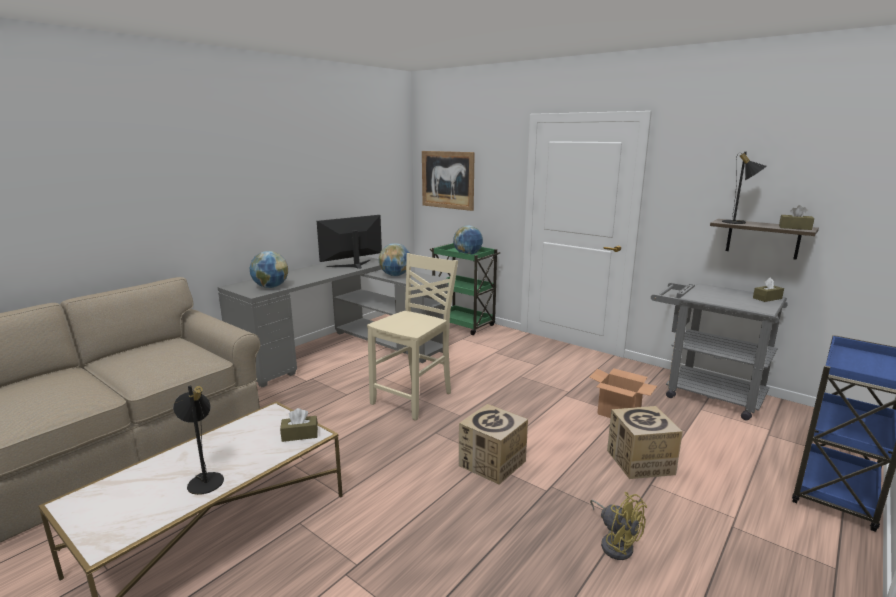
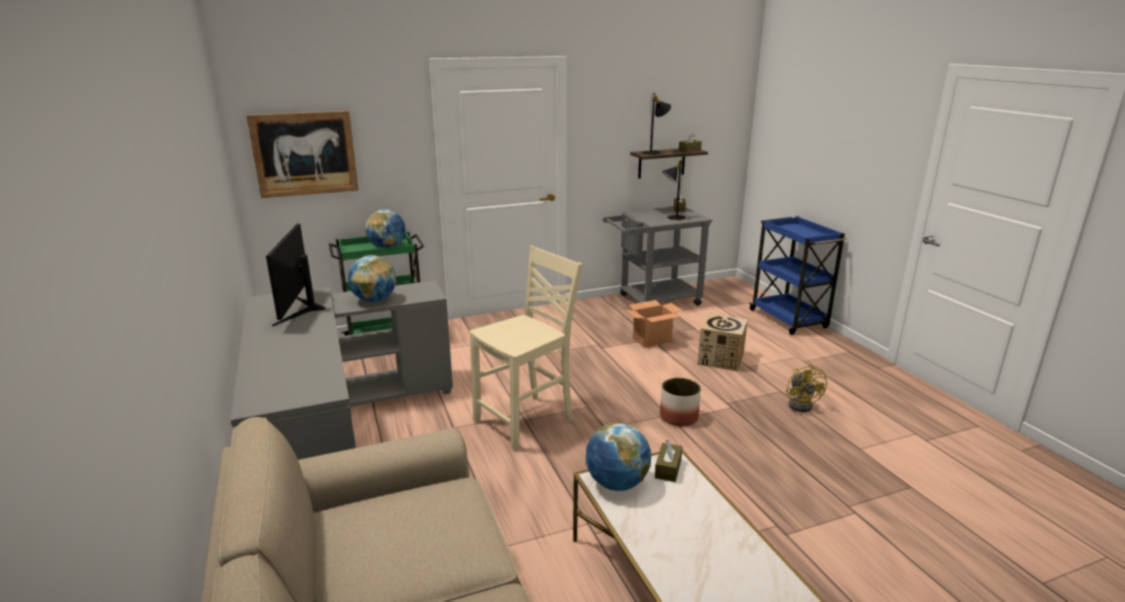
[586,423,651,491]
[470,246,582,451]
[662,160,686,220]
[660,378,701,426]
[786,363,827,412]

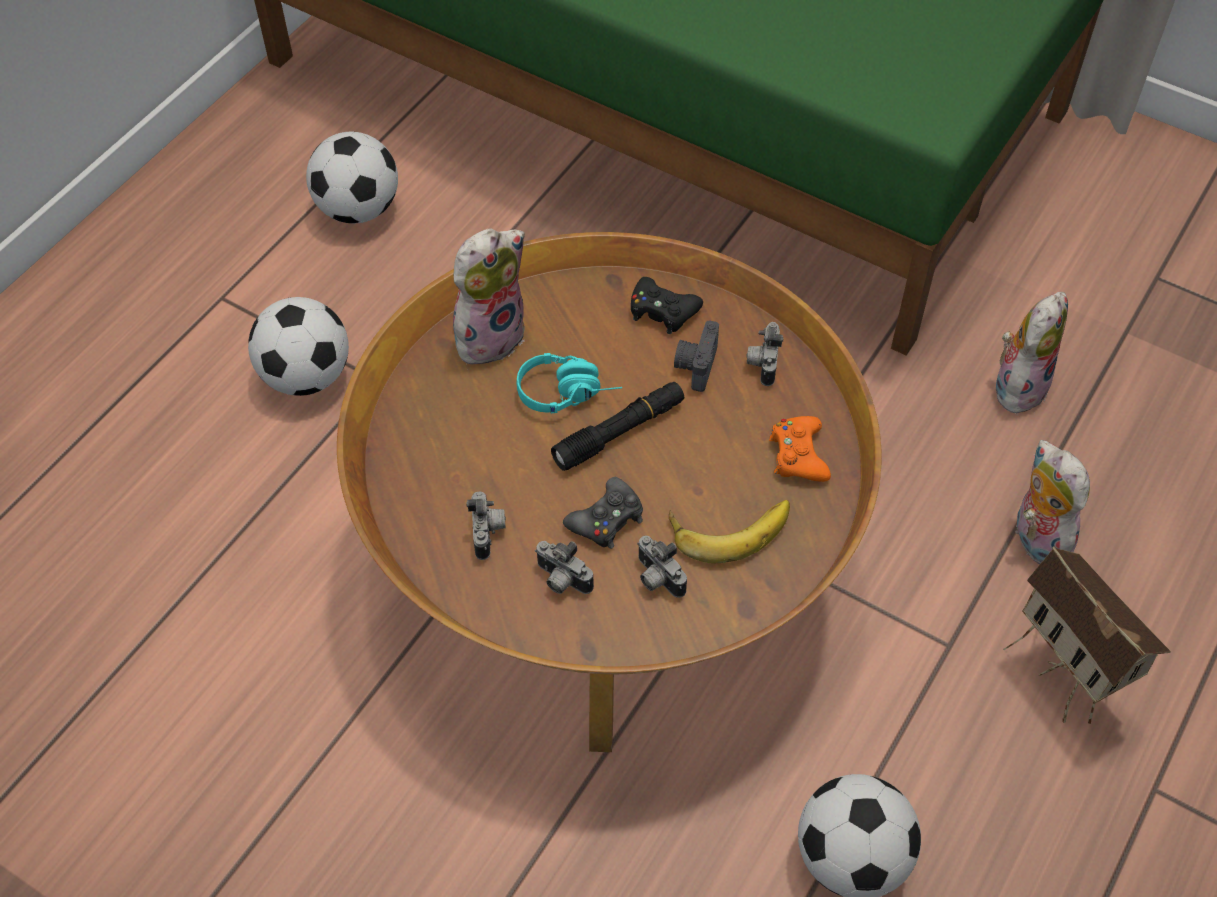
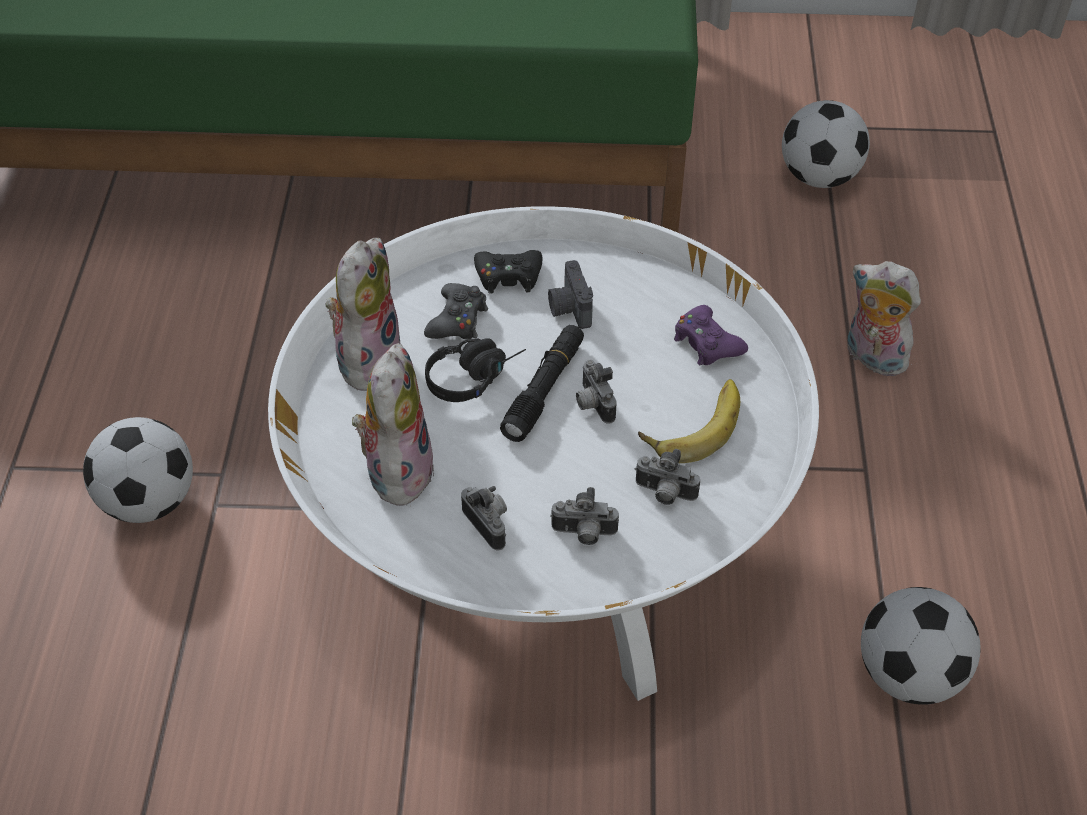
[782,100,870,188]
[268,206,819,701]
[352,343,434,506]
[576,359,617,424]
[425,338,526,402]
[674,305,748,365]
[424,283,488,340]
[1003,546,1171,724] (first image)

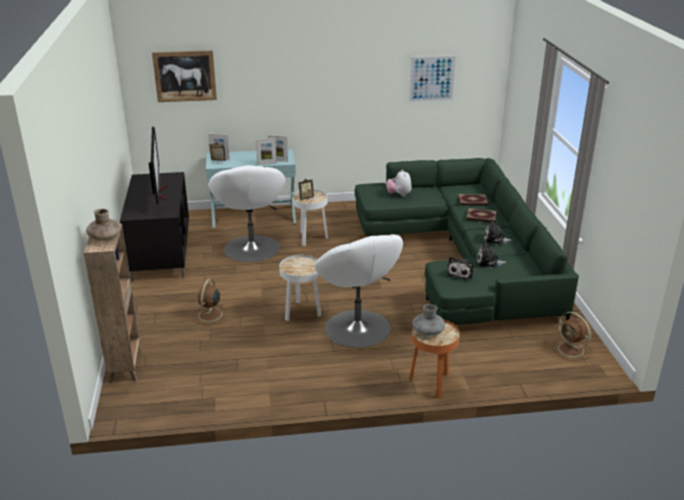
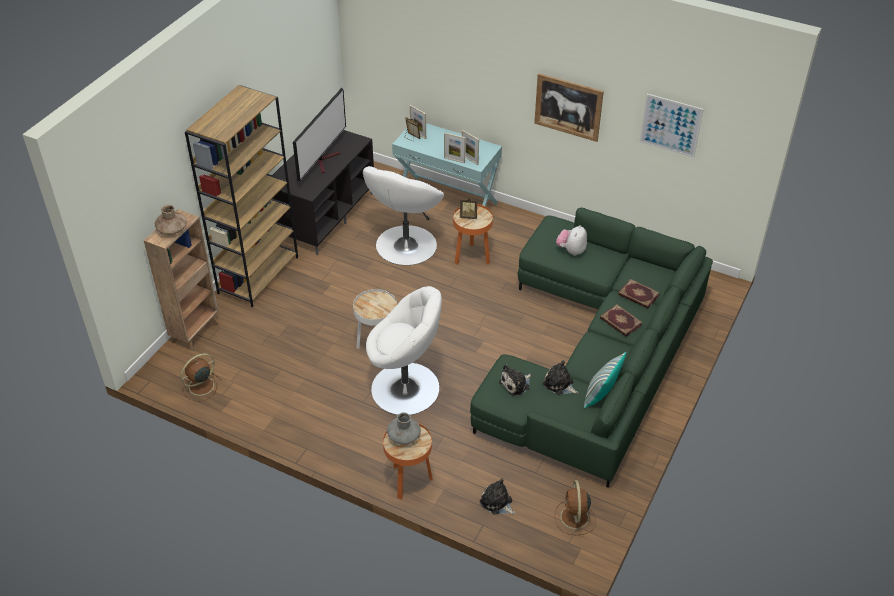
[534,73,604,142]
[453,204,493,265]
[480,478,515,514]
[366,286,442,415]
[181,353,222,402]
[185,85,298,307]
[584,352,626,408]

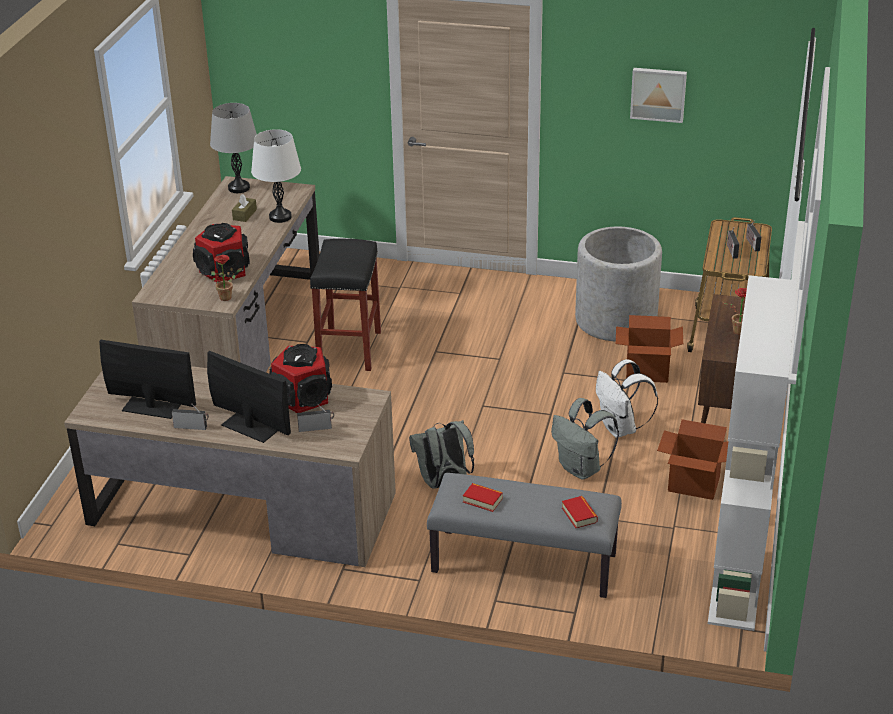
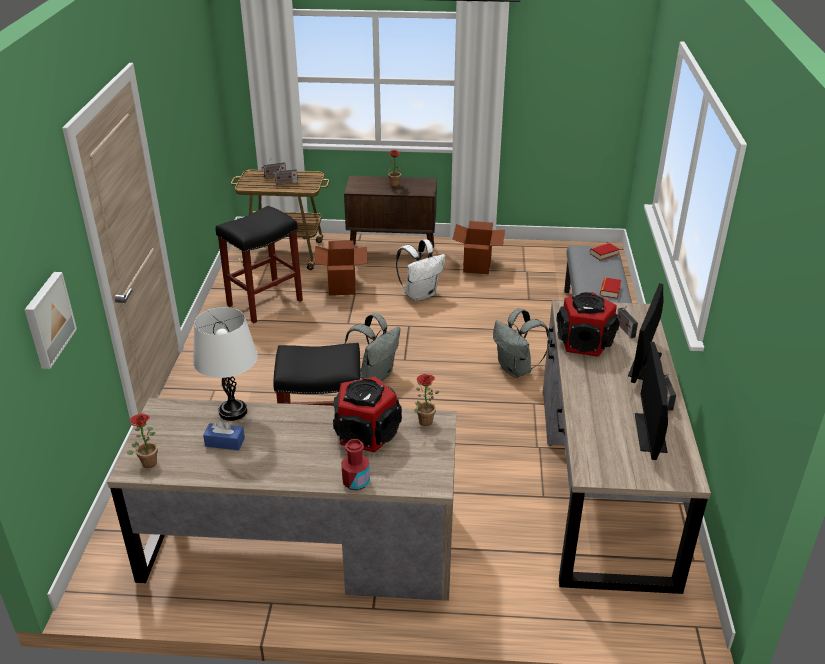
[24,272,77,369]
[127,413,158,468]
[203,420,245,450]
[216,206,303,323]
[708,275,797,631] (first image)
[345,313,400,381]
[341,439,370,490]

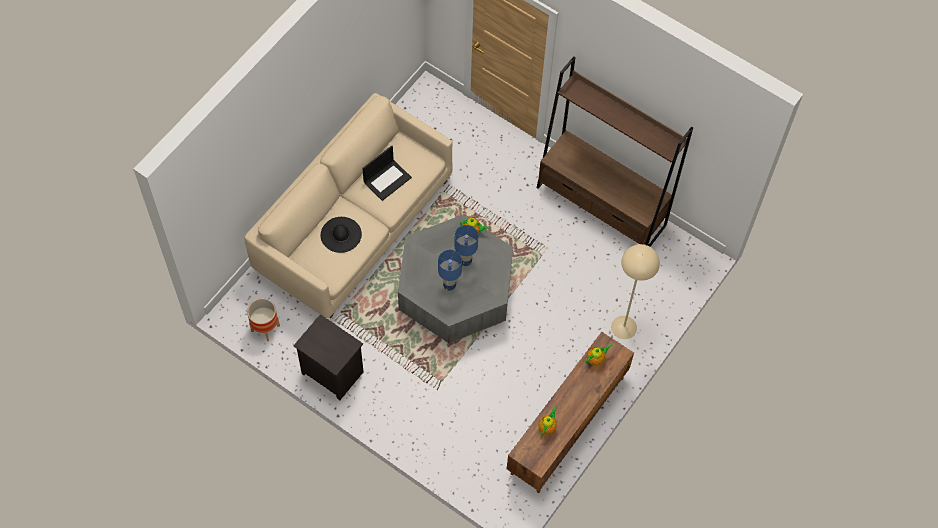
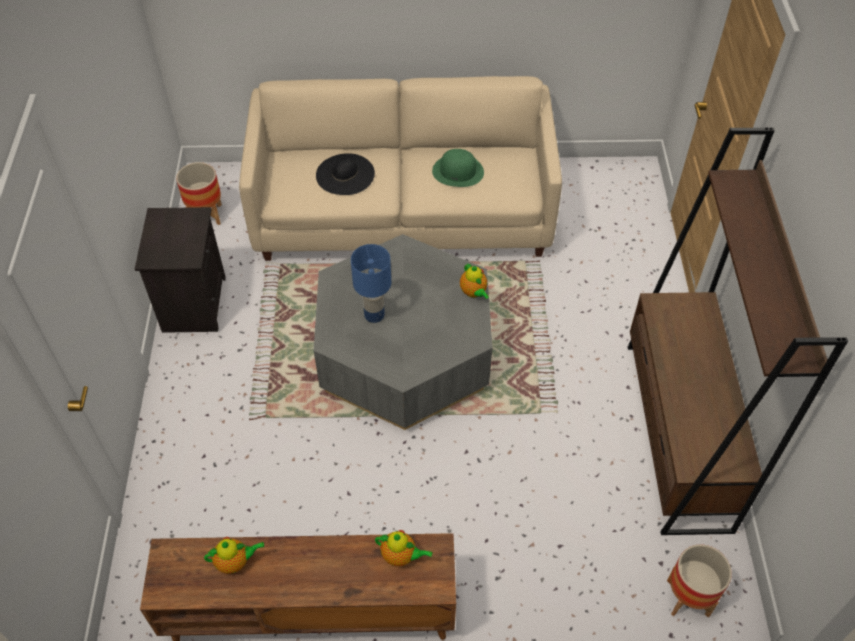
[432,149,484,187]
[454,225,478,266] (first image)
[611,244,660,339] (first image)
[667,545,732,618]

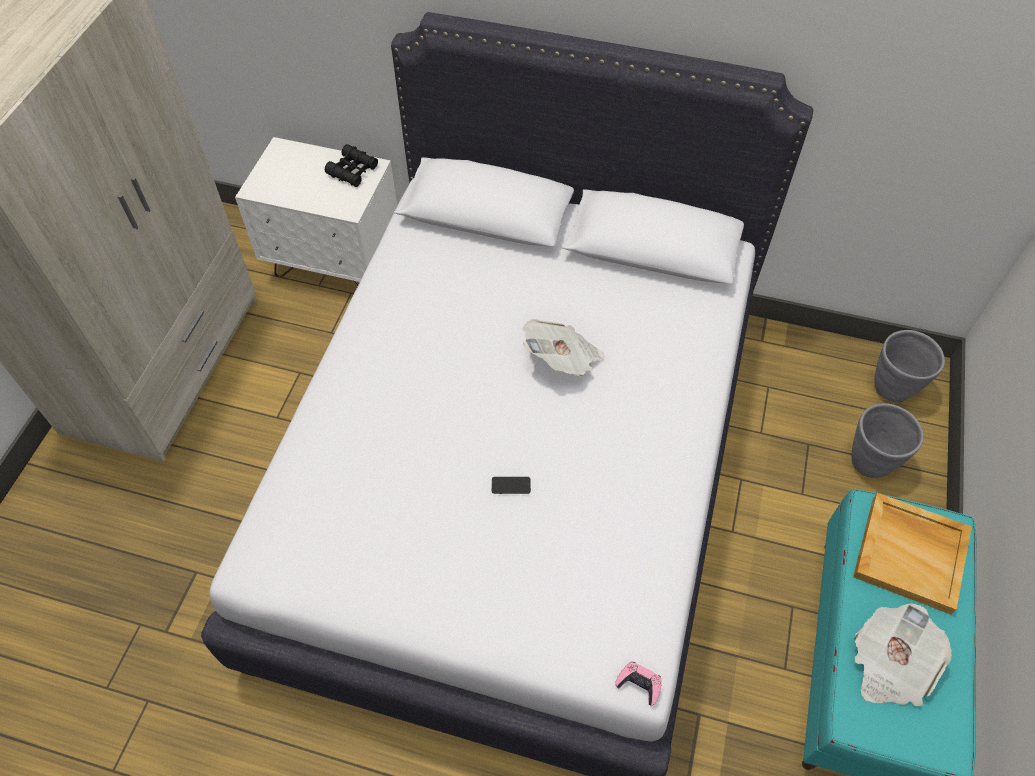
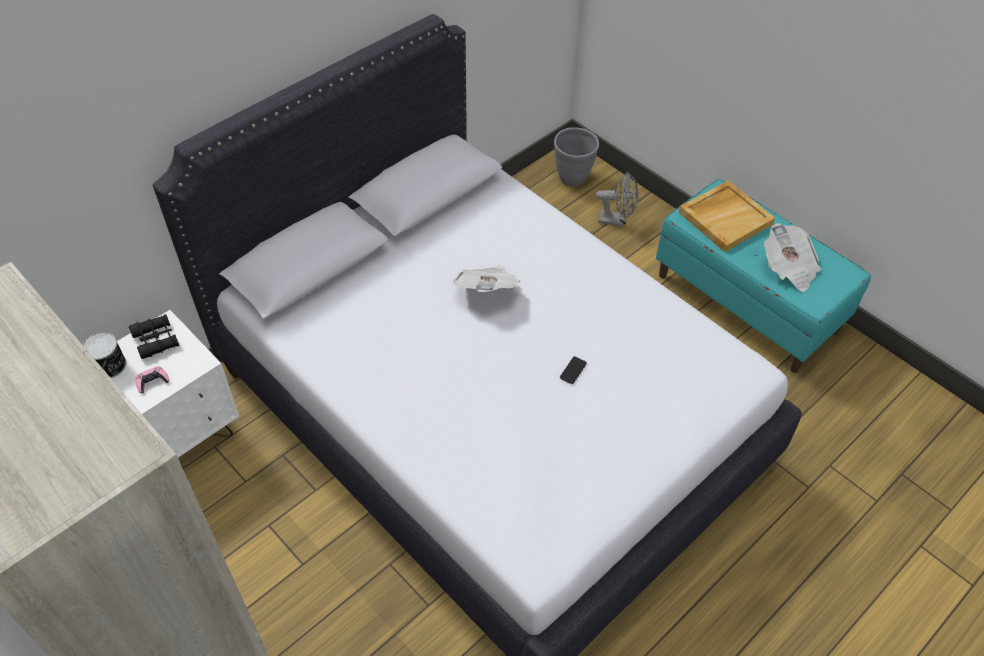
[596,172,638,227]
[135,366,169,393]
[83,332,126,378]

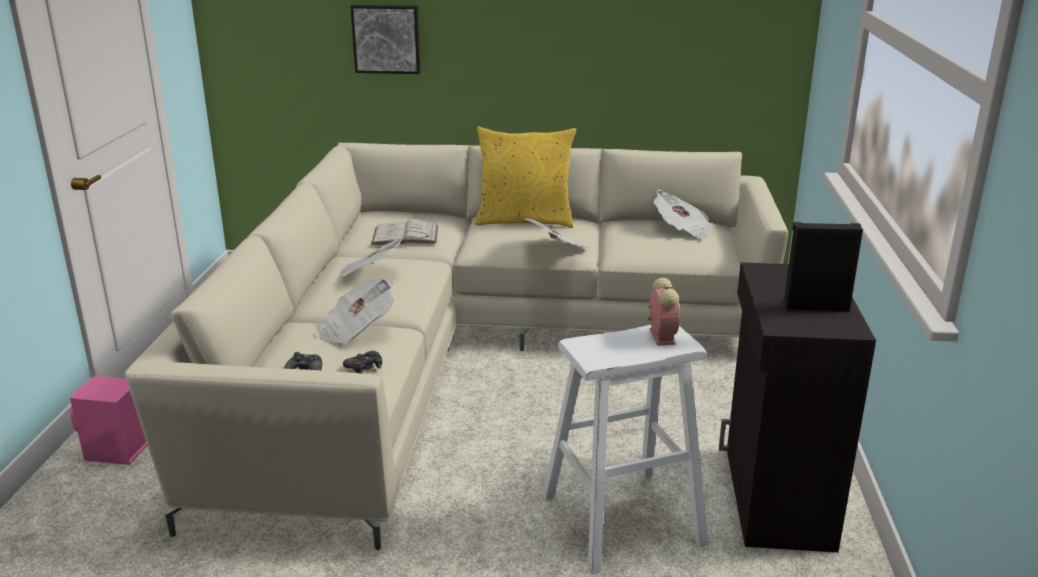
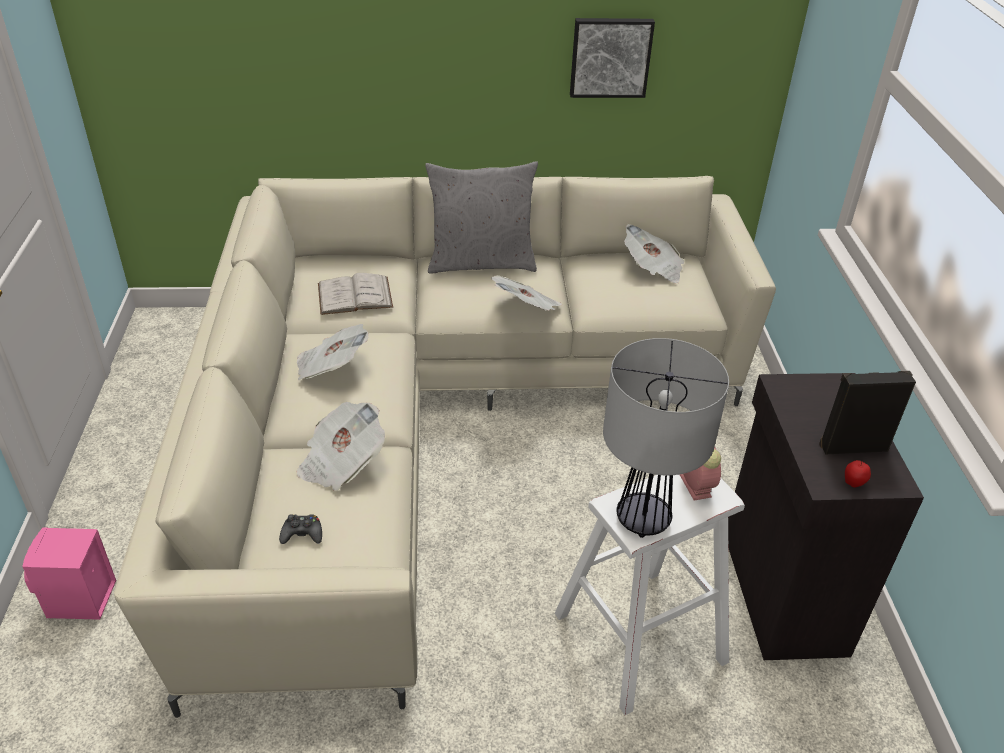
[570,18,655,98]
[425,161,538,274]
[343,350,382,374] (first image)
[603,338,729,538]
[845,460,871,487]

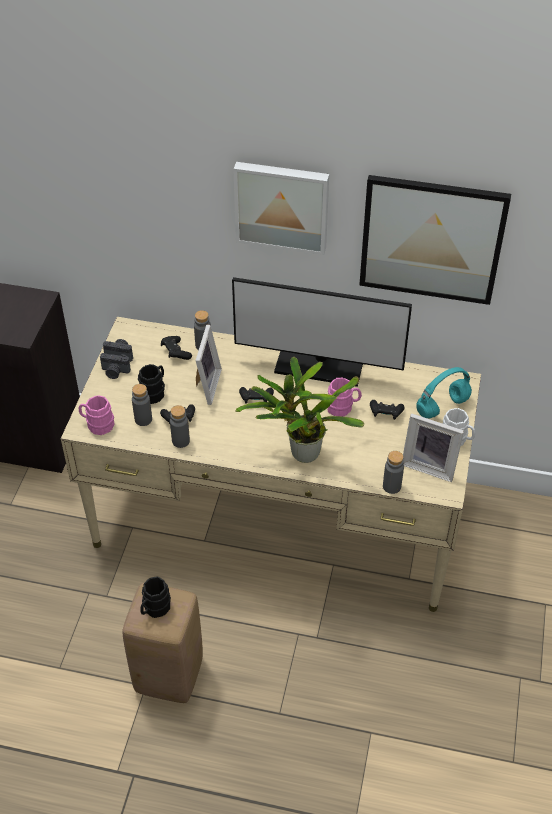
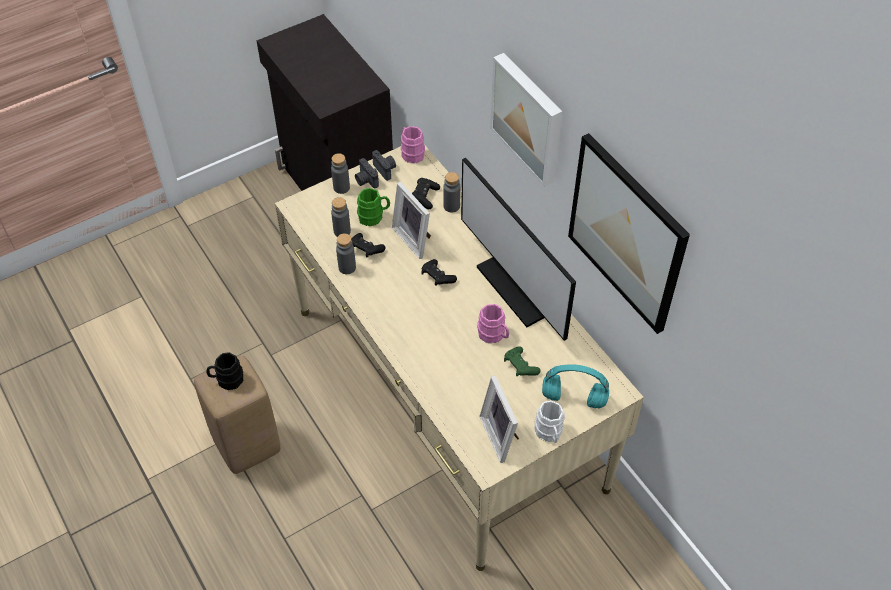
[392,182,431,259]
[235,357,364,463] (first image)
[357,188,390,226]
[401,126,425,163]
[504,346,541,376]
[331,153,350,194]

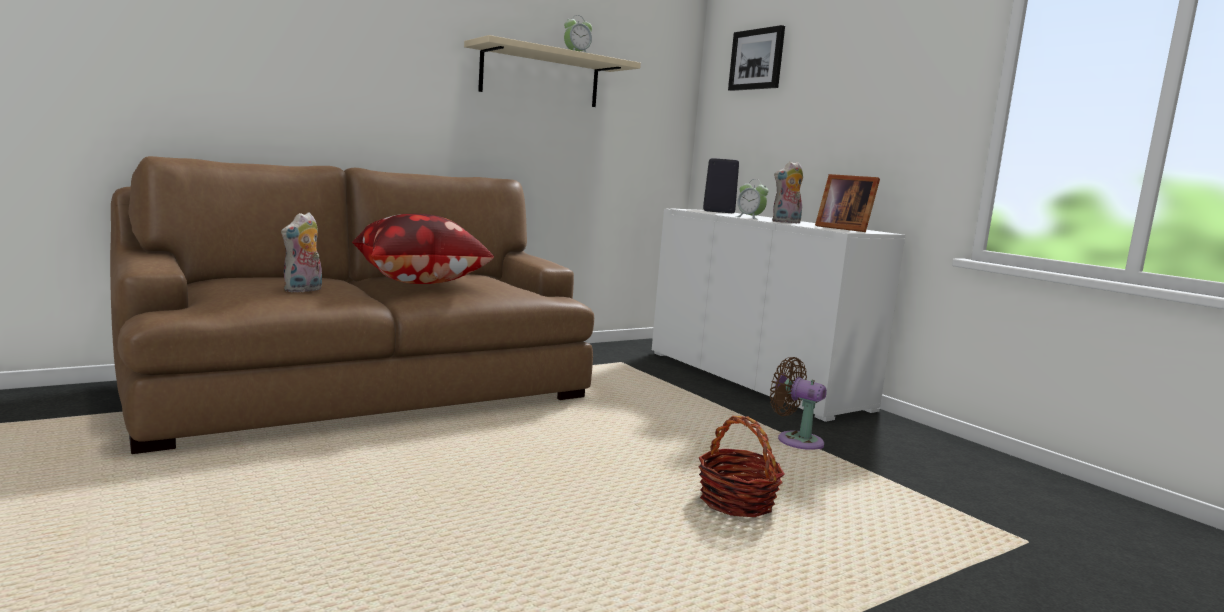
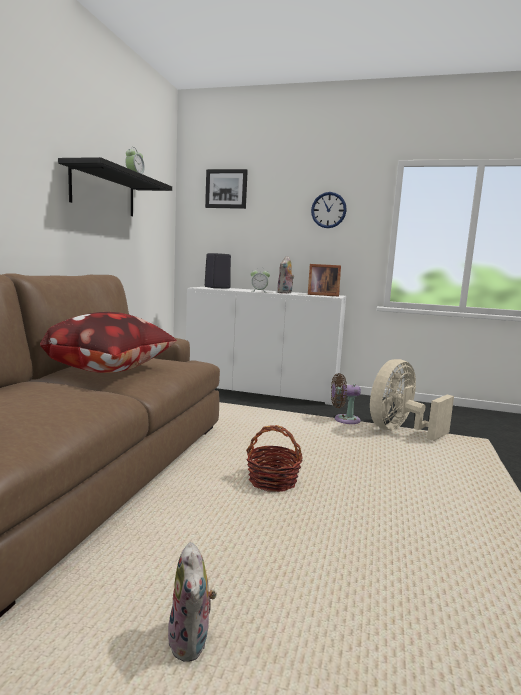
[58,157,172,216]
[168,542,216,661]
[246,425,303,492]
[311,192,347,228]
[370,359,454,441]

